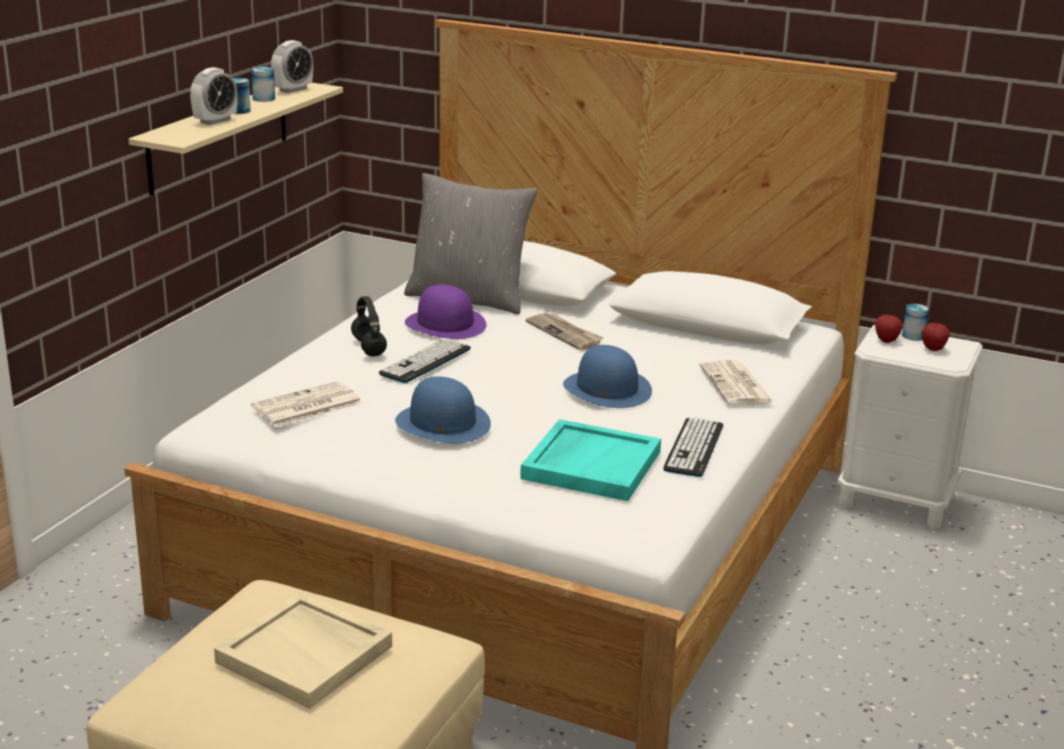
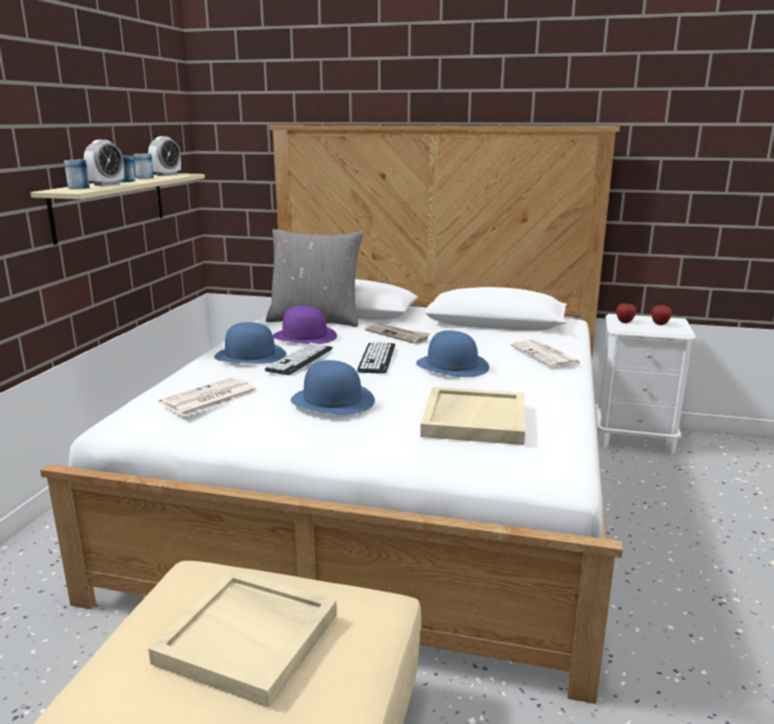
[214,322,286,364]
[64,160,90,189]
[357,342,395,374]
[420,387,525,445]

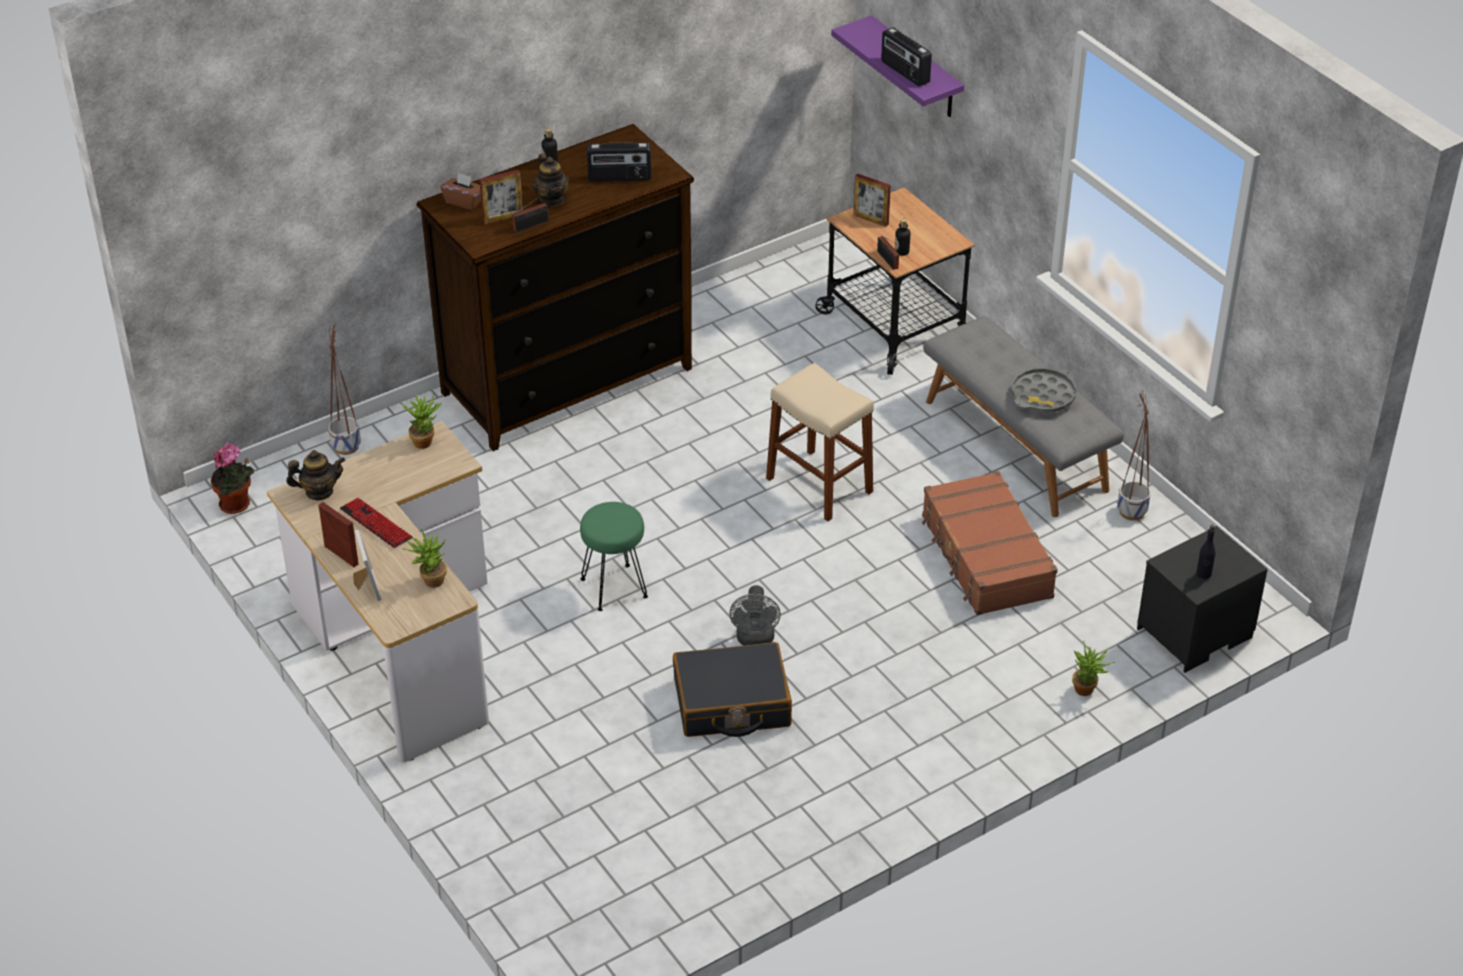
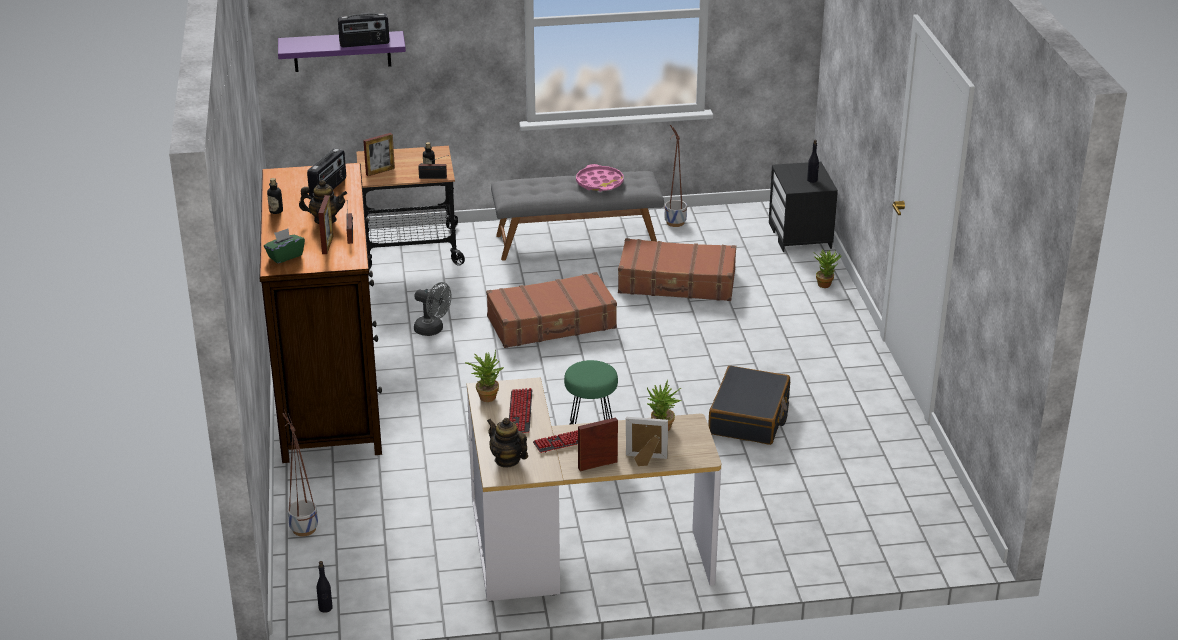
[264,229,305,264]
[486,272,617,348]
[576,164,624,192]
[317,561,333,613]
[487,418,528,468]
[414,282,452,336]
[509,388,532,433]

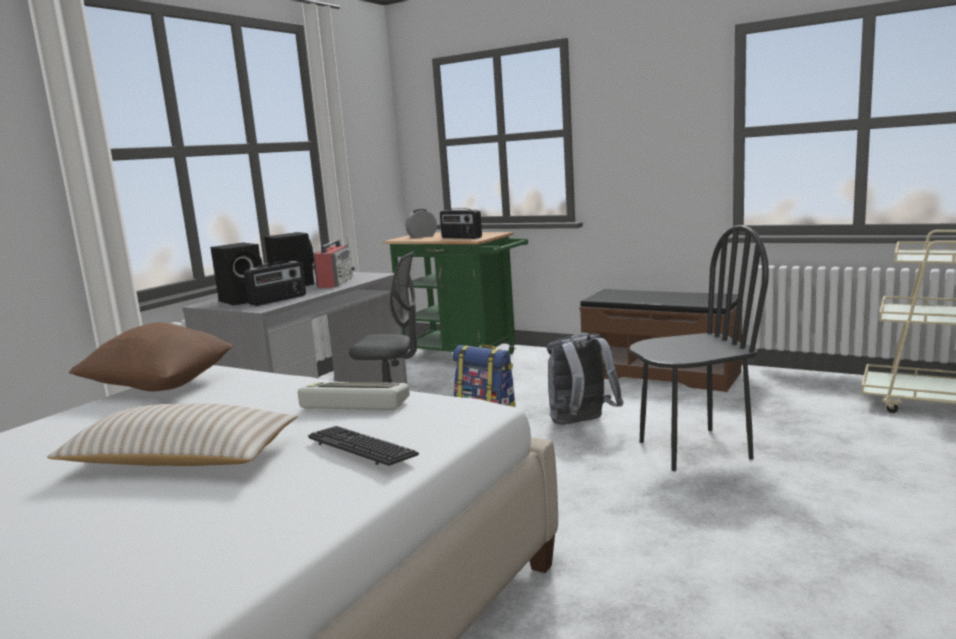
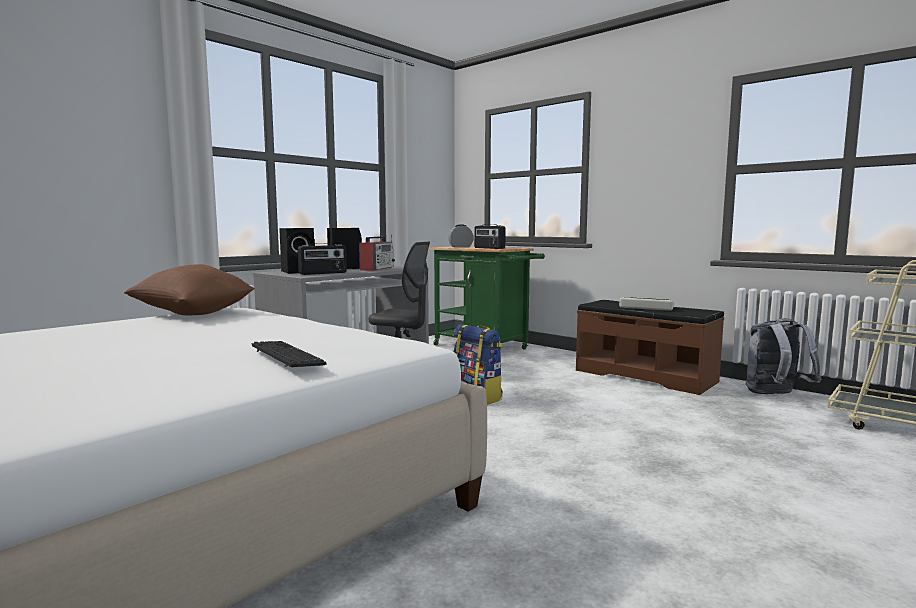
[629,225,769,471] (first image)
[746,318,822,394]
[619,297,674,311]
[47,404,298,466] (first image)

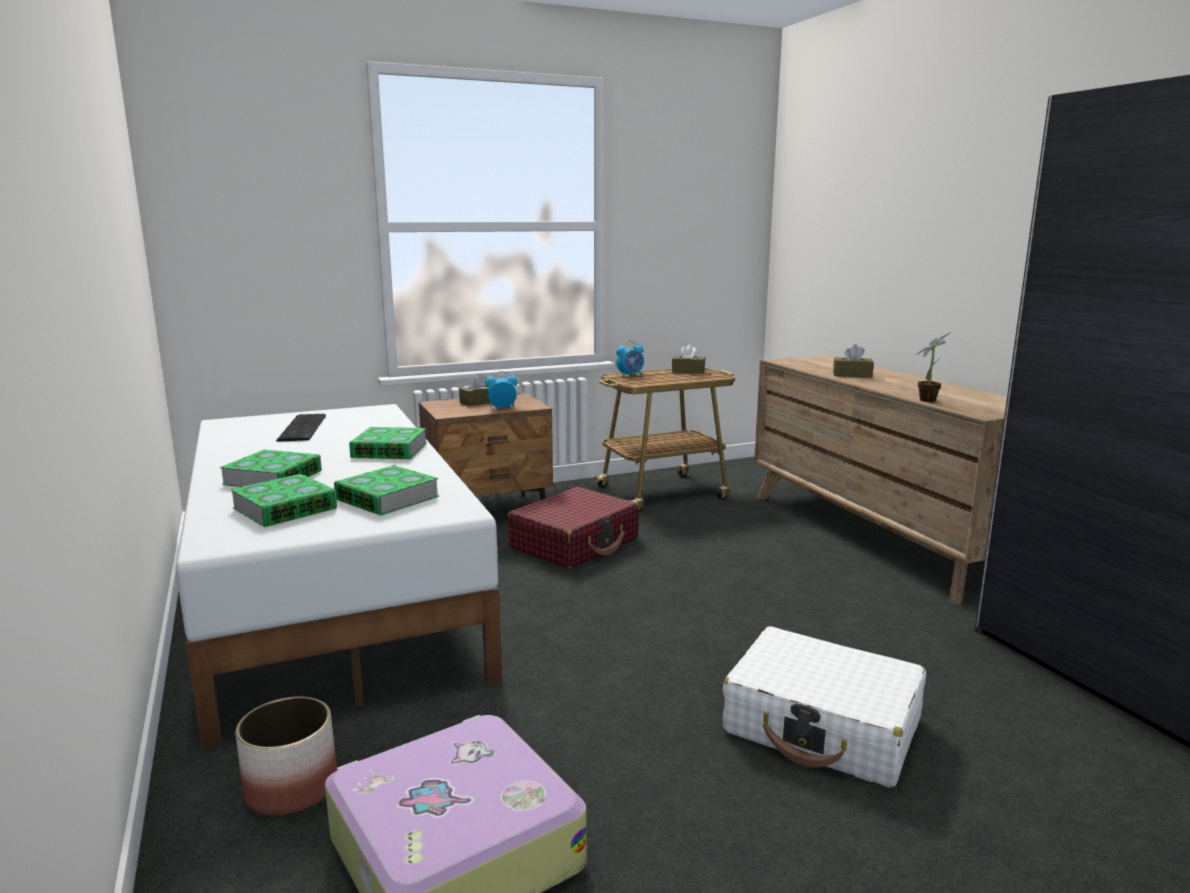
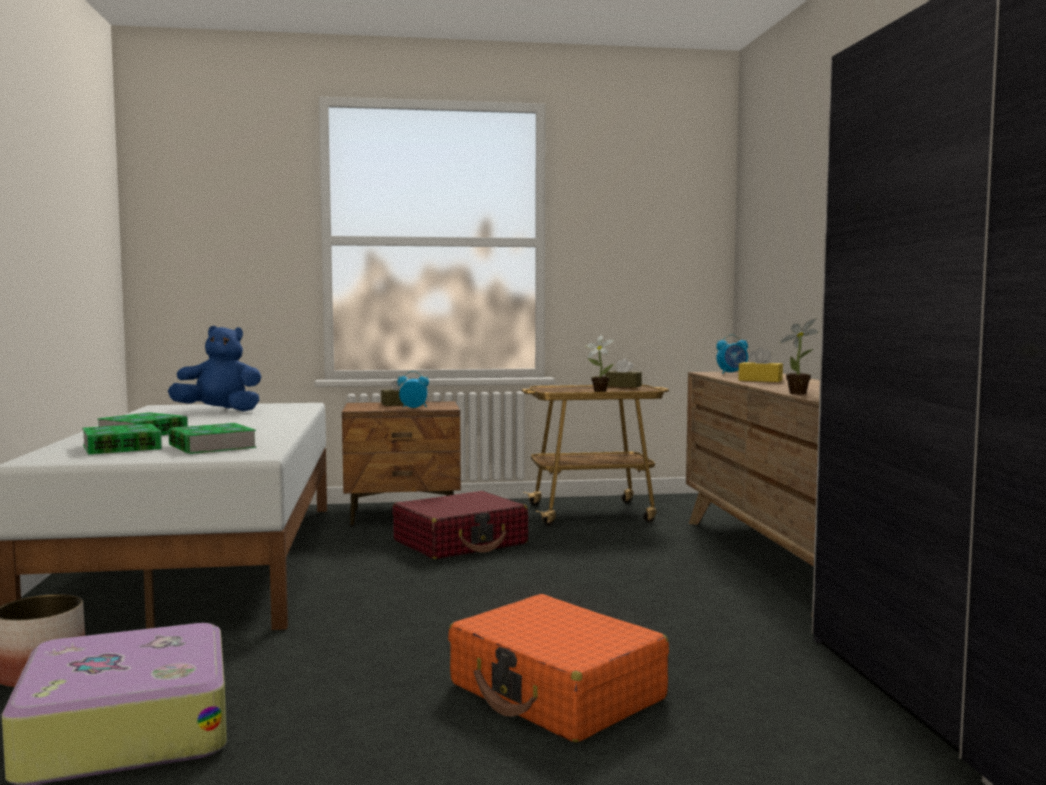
[716,334,748,374]
[738,347,783,382]
[168,326,261,412]
[349,427,427,459] (first image)
[448,594,669,743]
[586,335,614,392]

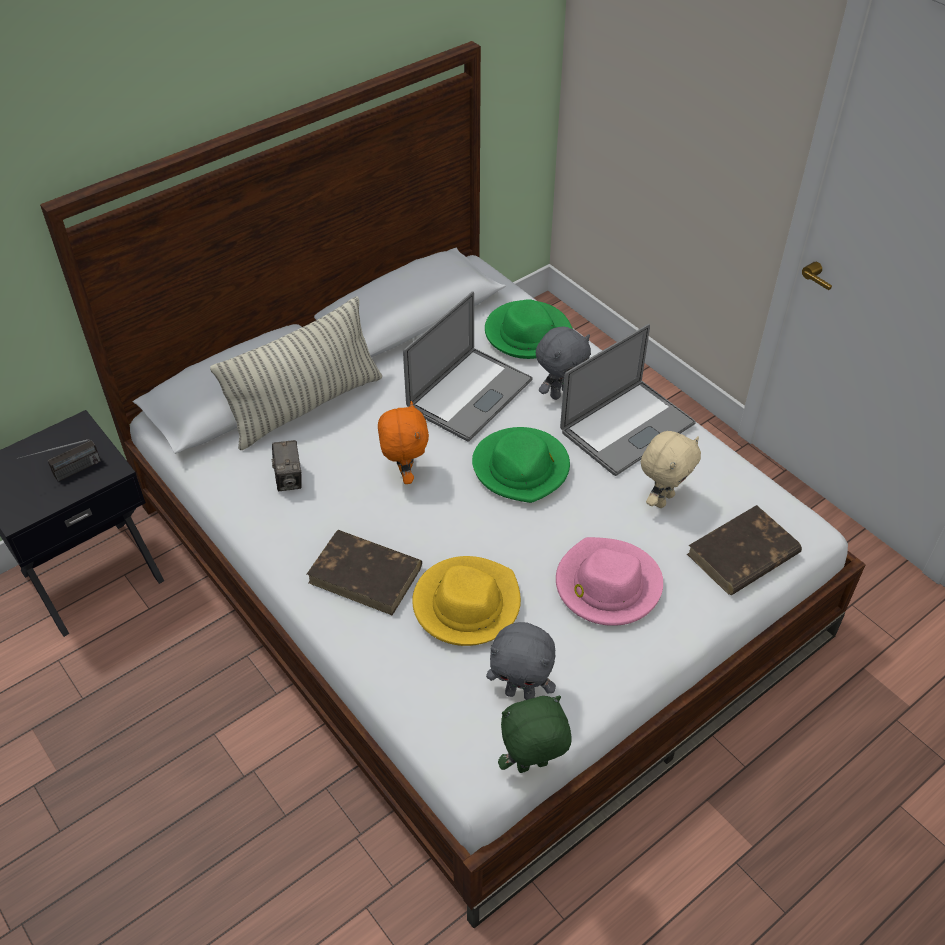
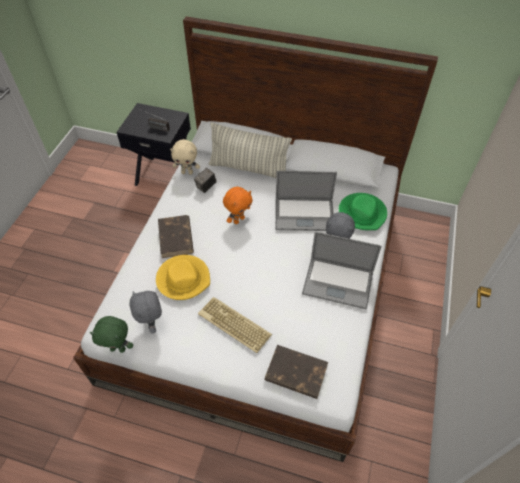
[472,427,570,503] (first image)
[170,139,200,175]
[198,297,272,353]
[89,316,133,353]

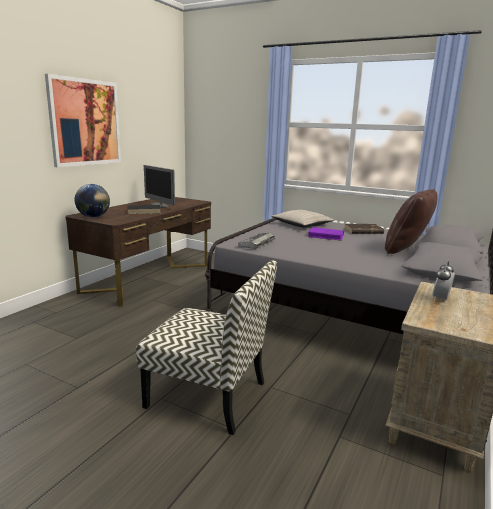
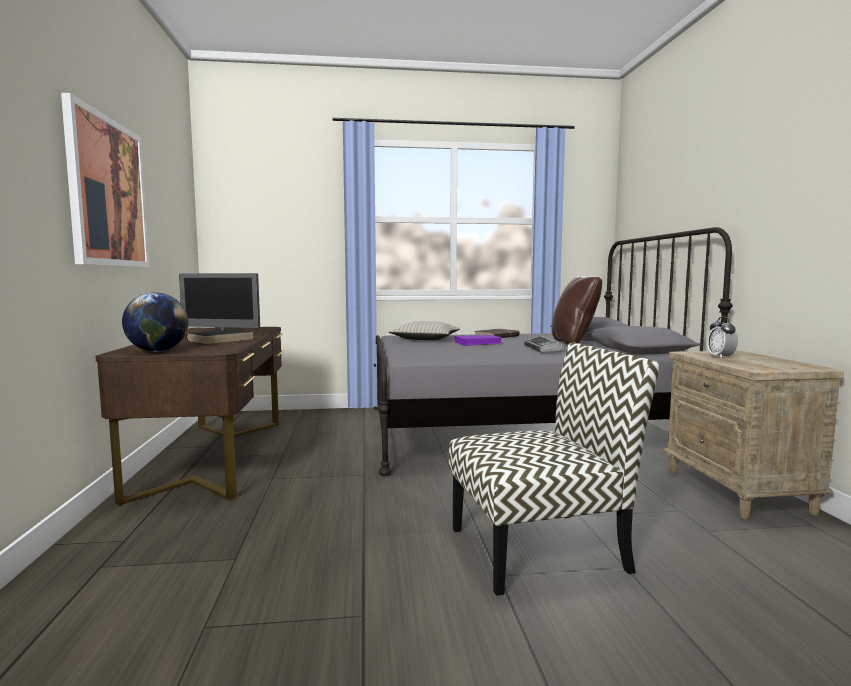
[524,336,565,353]

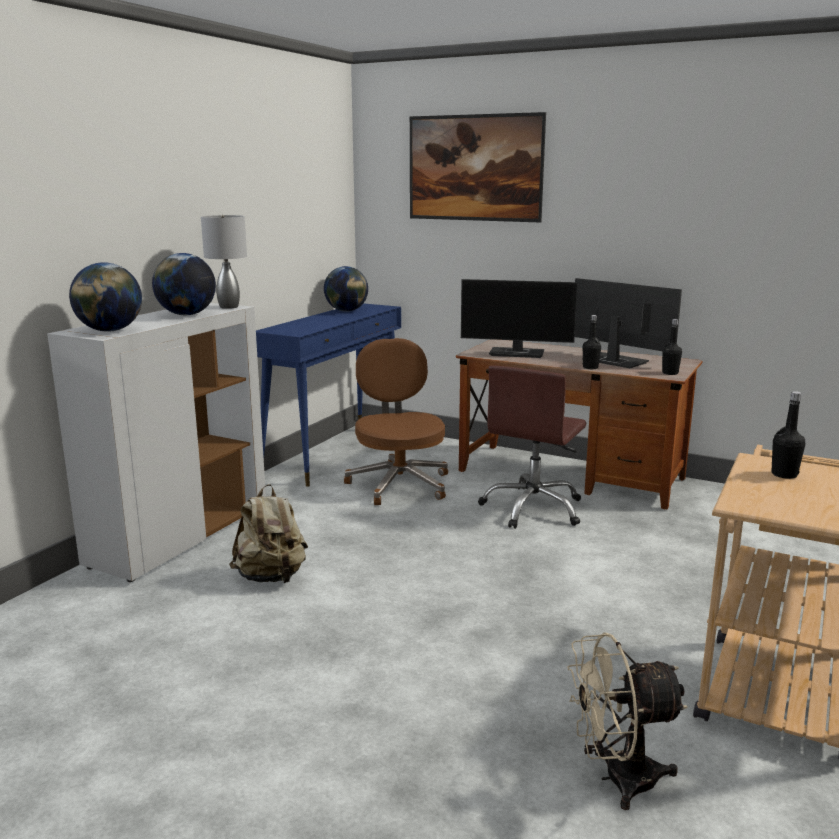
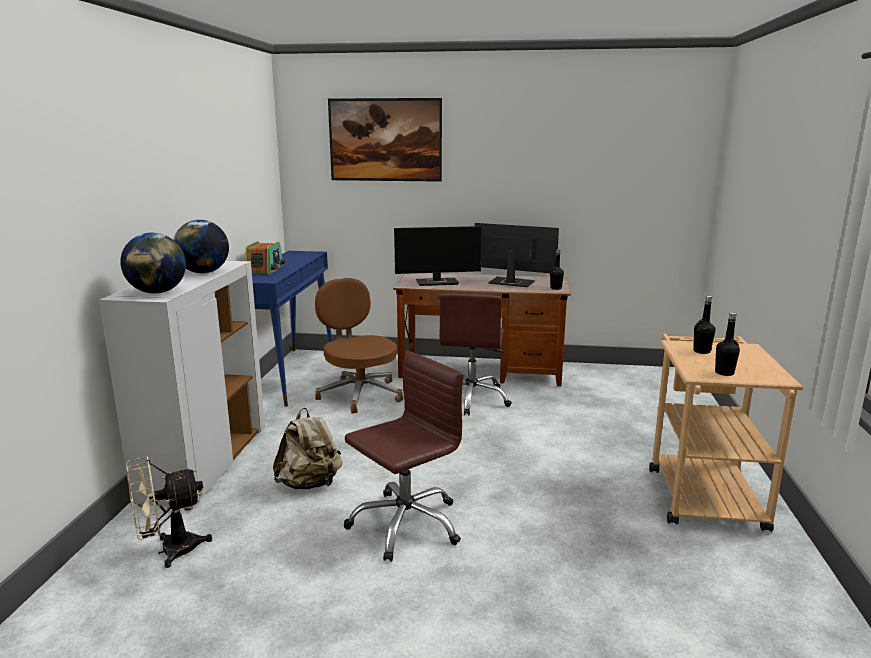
[201,215,247,309] (first image)
[324,266,368,312] (first image)
[715,312,740,376]
[126,456,212,568]
[245,241,285,275]
[344,351,464,562]

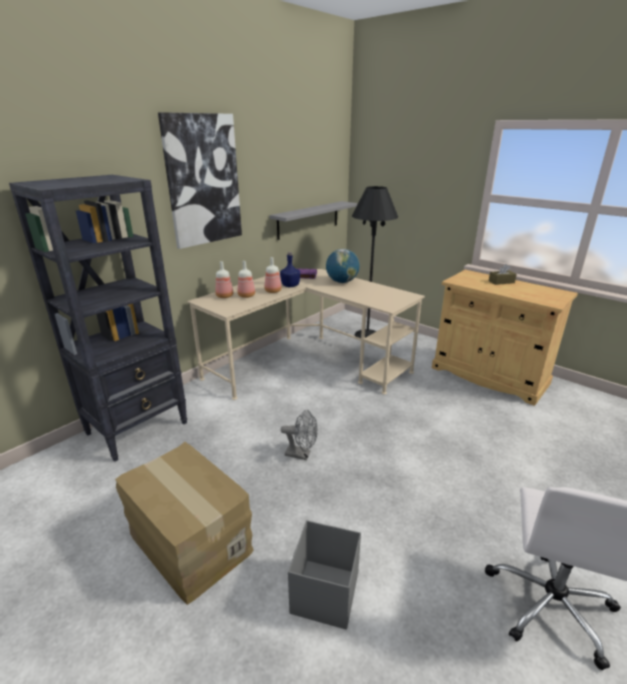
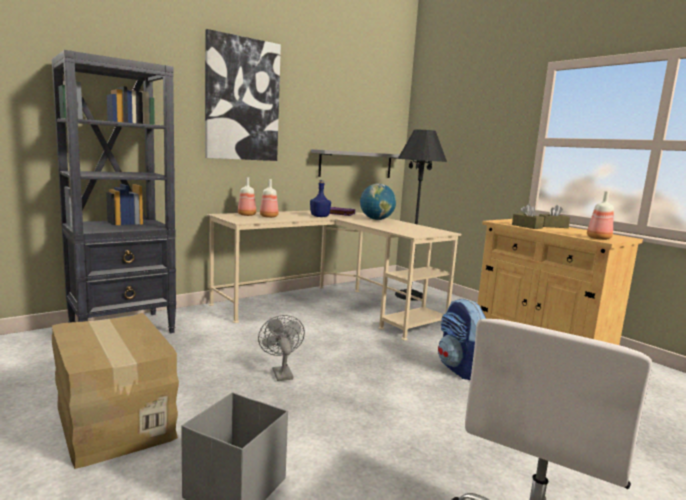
[587,191,614,240]
[258,315,305,381]
[512,204,544,229]
[438,299,486,380]

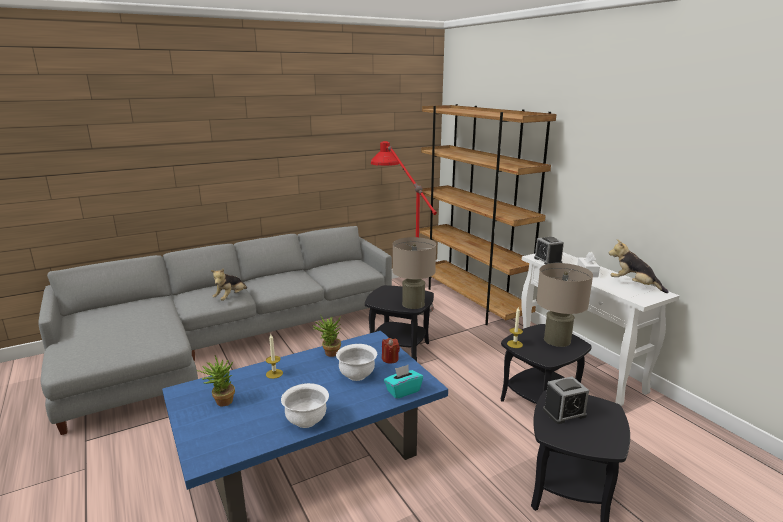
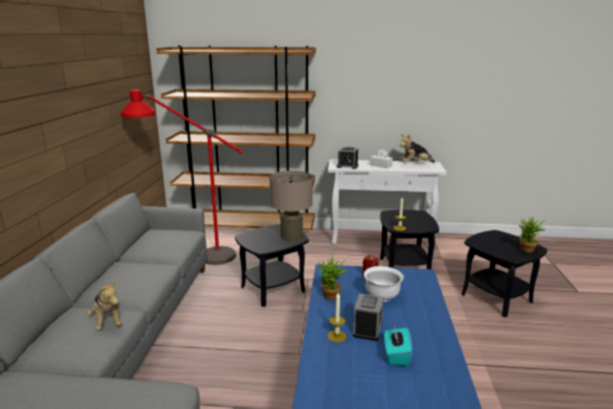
[536,263,593,347] (first image)
[519,216,546,253]
[384,325,412,366]
[353,293,384,341]
[281,383,329,428] (first image)

